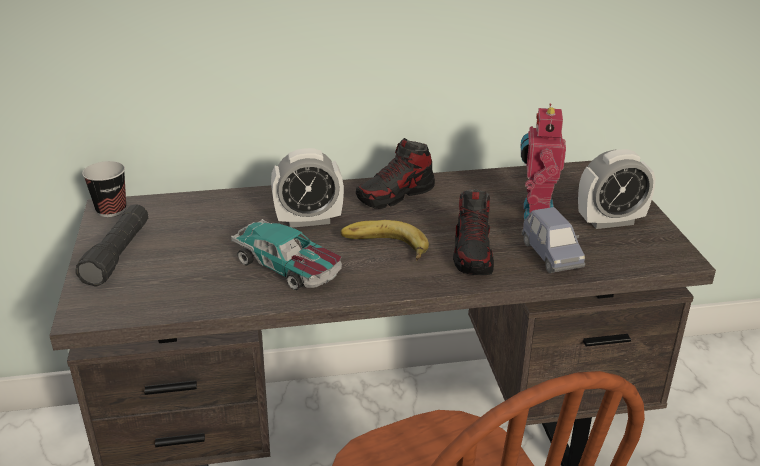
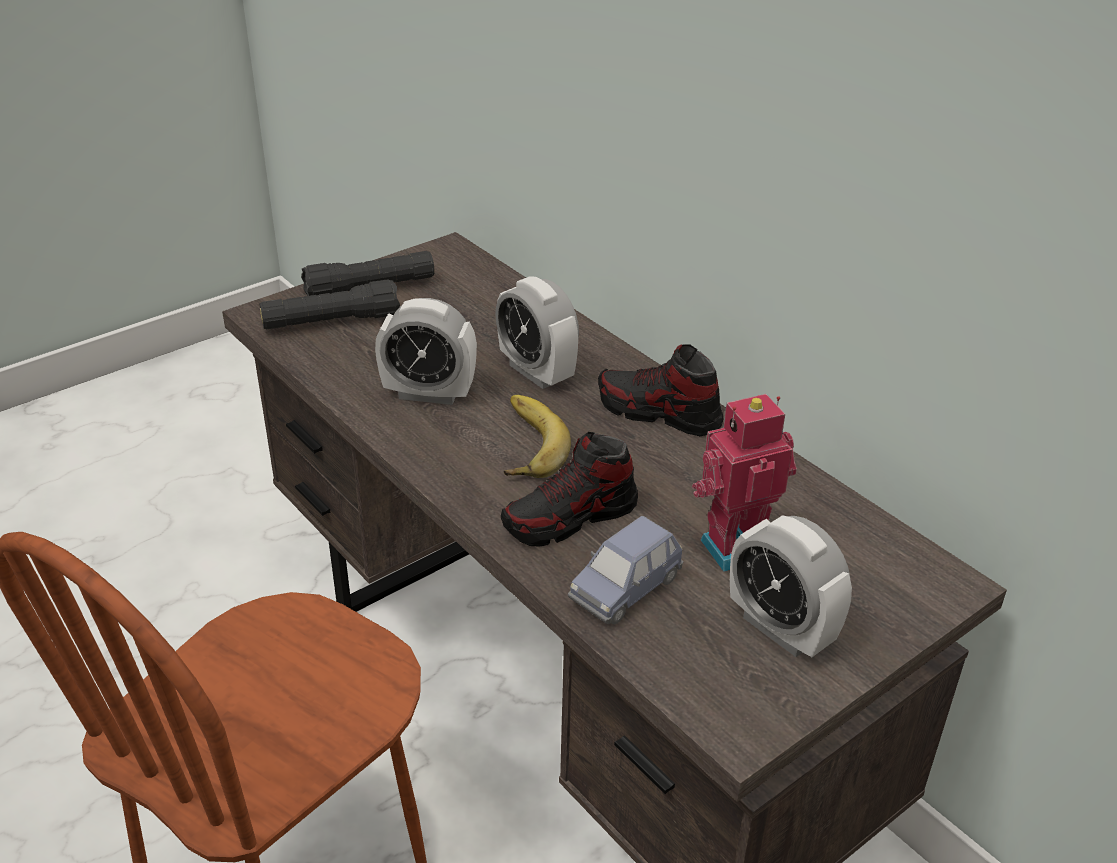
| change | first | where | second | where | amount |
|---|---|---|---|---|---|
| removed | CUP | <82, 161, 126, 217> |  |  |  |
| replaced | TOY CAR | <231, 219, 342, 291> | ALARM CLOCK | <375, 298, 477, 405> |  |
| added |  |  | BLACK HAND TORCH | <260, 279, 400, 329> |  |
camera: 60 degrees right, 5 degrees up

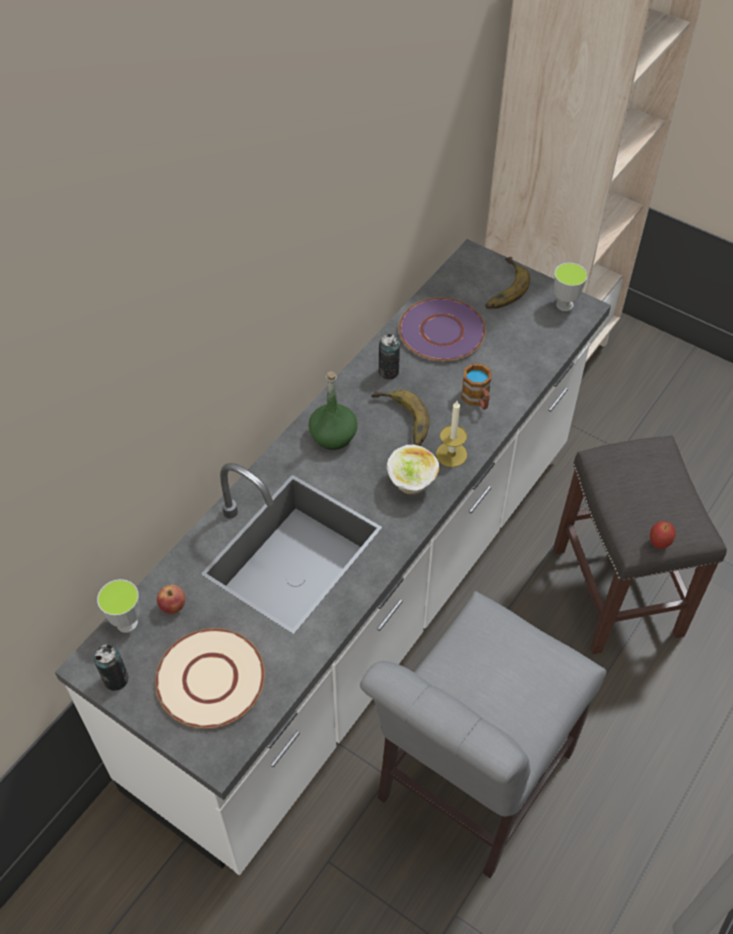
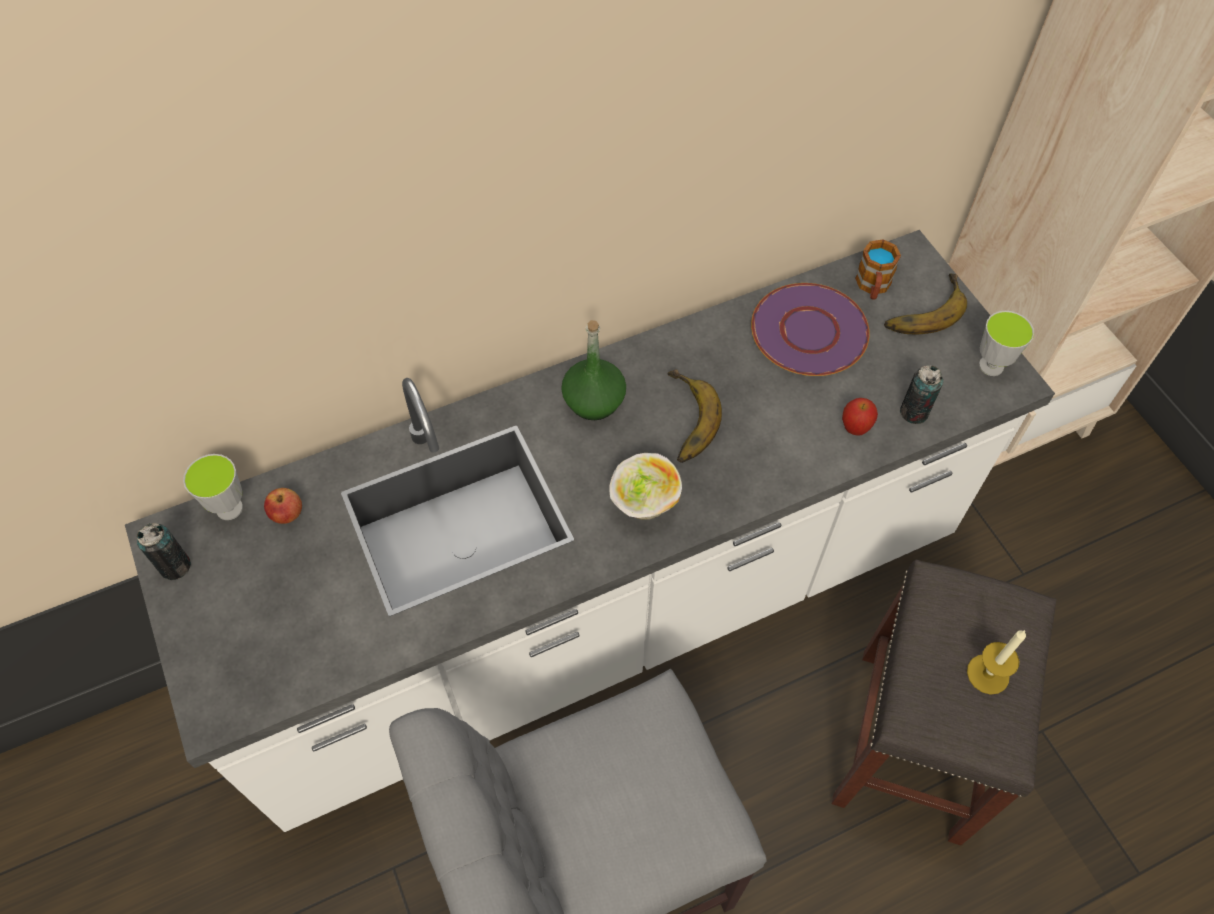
| change | first | where | second | where | amount |
|---|---|---|---|---|---|
| removed | SAND-COLOURED DINNER PLATE | <155, 628, 265, 728> |  |  |  |
| moved | METAL CAN | <379, 334, 400, 380> |  | <900, 365, 943, 424> |  |
| moved | WAX CANDLE | <436, 401, 467, 467> |  | <967, 630, 1026, 695> |  |
| moved | MUG | <462, 363, 491, 410> |  | <855, 239, 901, 300> |  |
| moved | APPLE FRUIT | <650, 521, 675, 549> |  | <842, 398, 878, 436> |  |
camera: 30 degrees right, 5 degrees up

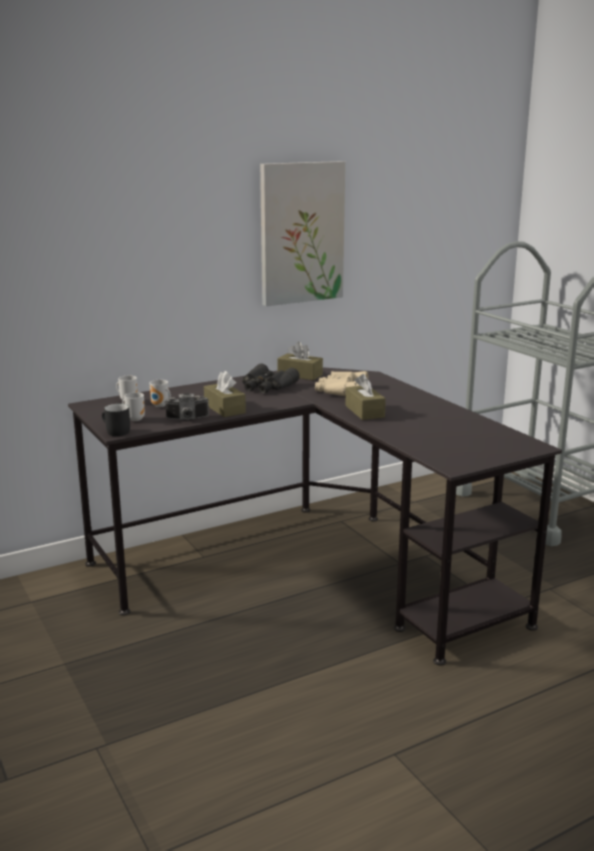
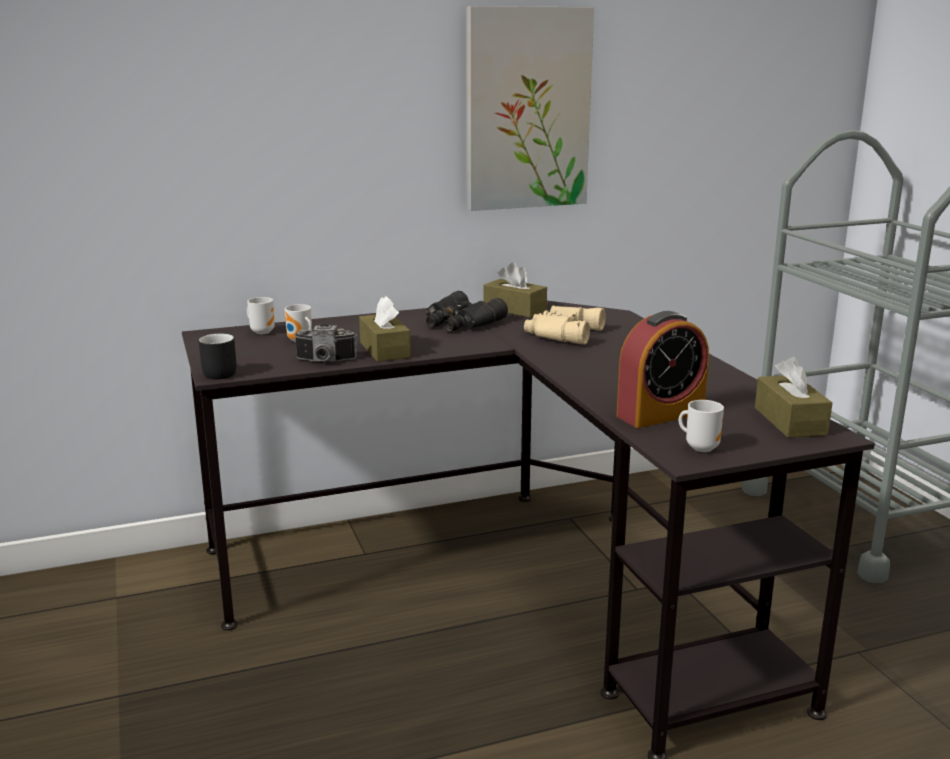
| change | first | where | second | where | amount |
|---|---|---|---|---|---|
| moved | MUG | <122, 392, 145, 421> |  | <679, 400, 724, 452> |  |
| moved | BROWN-COLOURED BOX OF TISSUES | <345, 374, 386, 420> |  | <755, 357, 832, 438> |  |
| added |  |  | ALARM CLOCK | <617, 311, 709, 428> |  |
camera: 10 degrees right, 0 degrees up

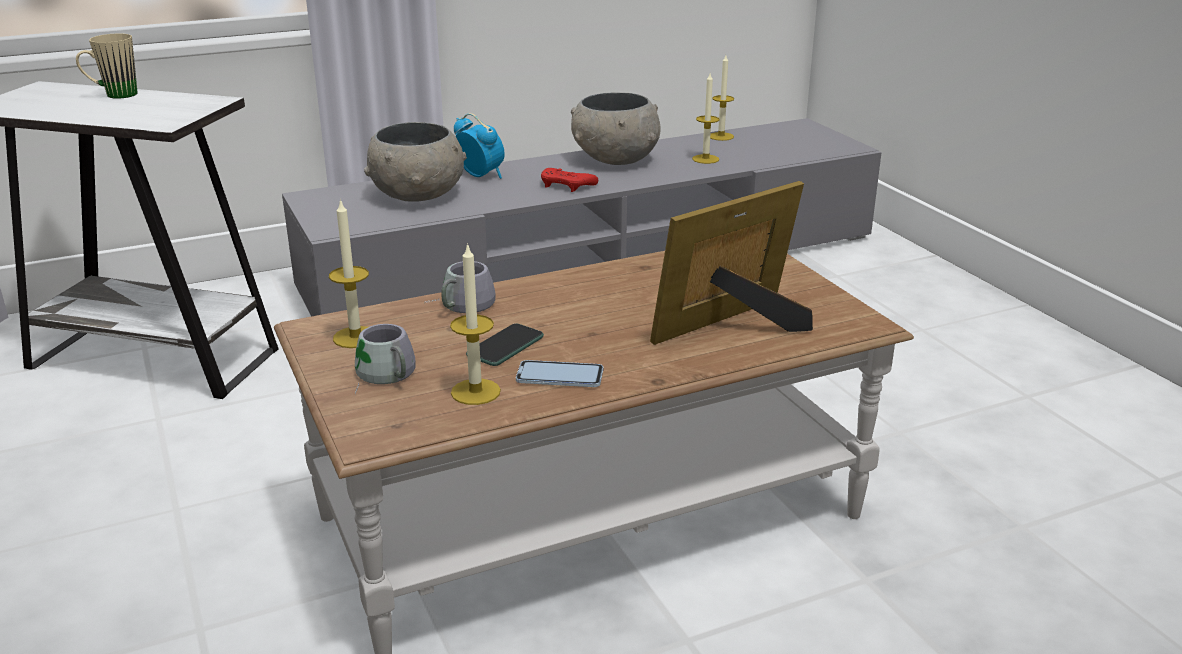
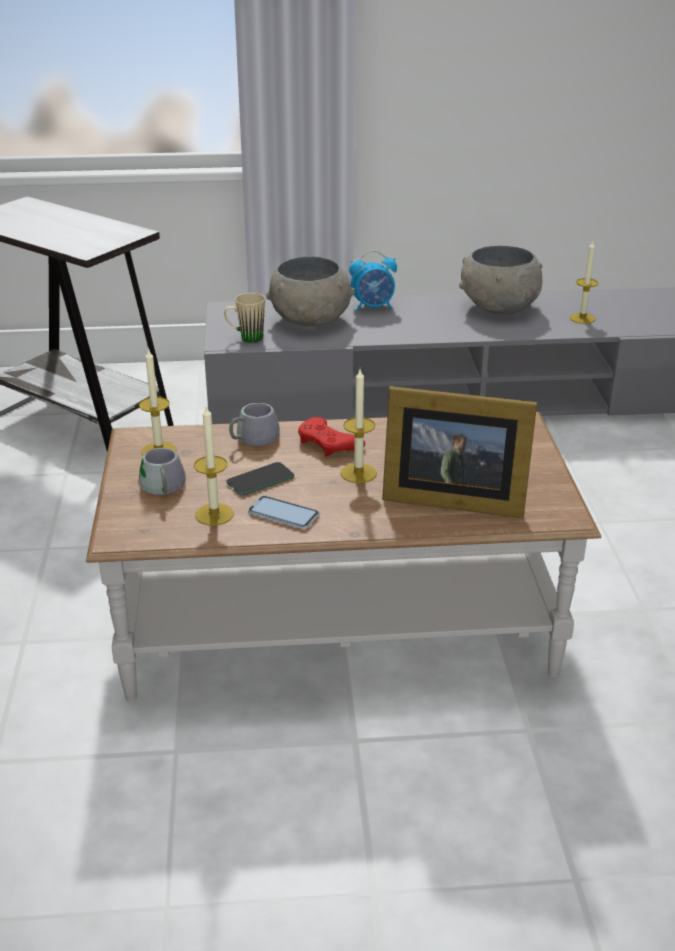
| change | first | where | second | where | amount |
|---|---|---|---|---|---|
| moved | SAND-COLOURED MUG | <76, 34, 138, 99> |  | <224, 293, 265, 342> |  |
| turned | ALARM CLOCK | <454, 113, 505, 179> |  | <349, 250, 397, 312> | 105 degrees clockwise |
| moved | RED GAME CONTROLLER | <541, 168, 598, 192> |  | <298, 417, 365, 457> |  |
| turned | PICTURE FRAME | <650, 181, 813, 345> |  | <382, 386, 537, 518> | 150 degrees counterclockwise |
| moved | WAX CANDLE | <710, 55, 734, 141> |  | <341, 369, 377, 483> |  |
camera: 20 degrees right, 5 degrees up

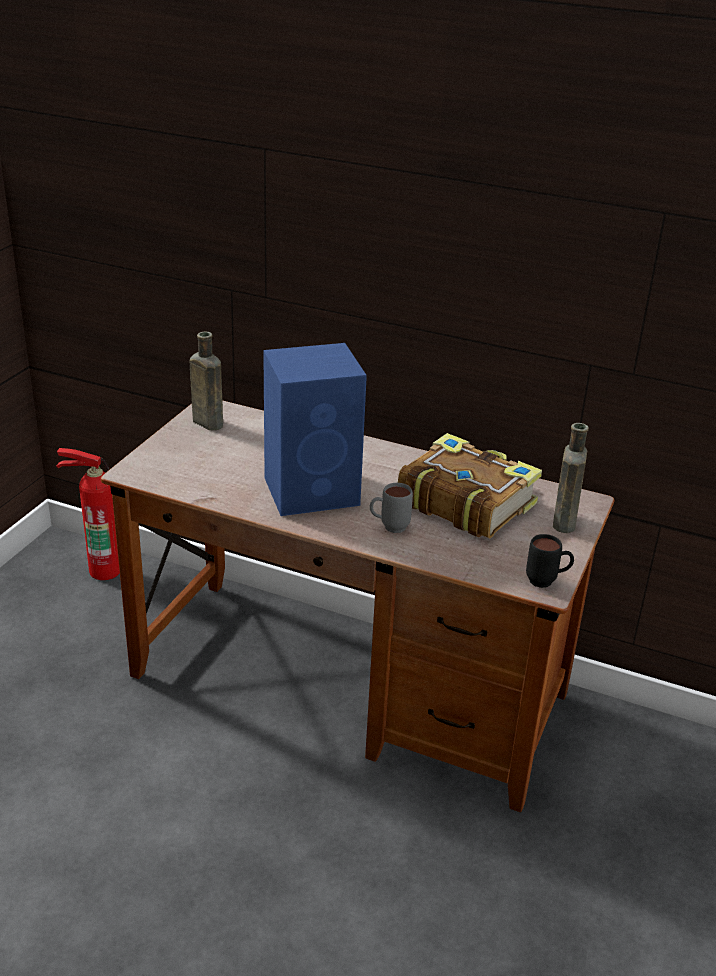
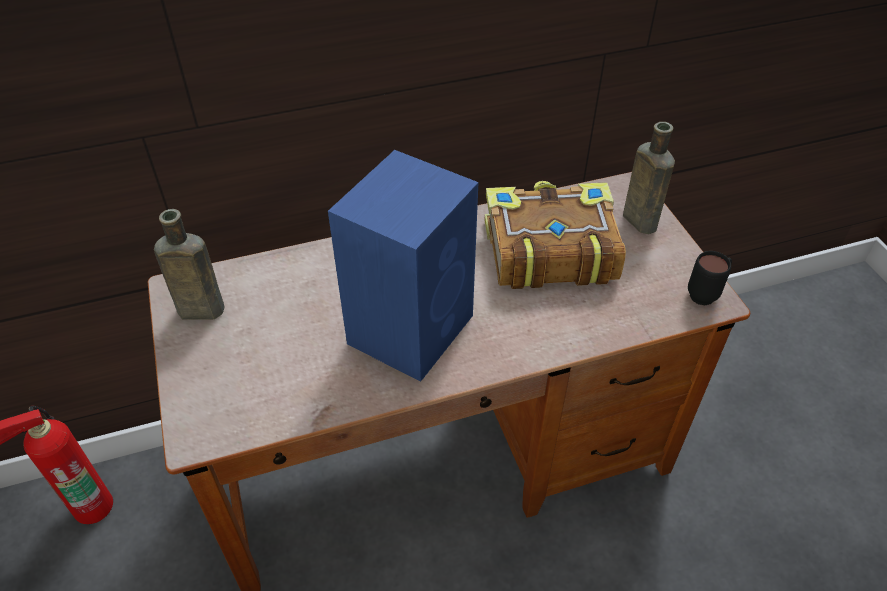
| change | first | where | second | where | amount |
|---|---|---|---|---|---|
| removed | GRAY MUG | <370, 483, 413, 533> |  |  |  |
camera: 40 degrees left, 15 degrees up

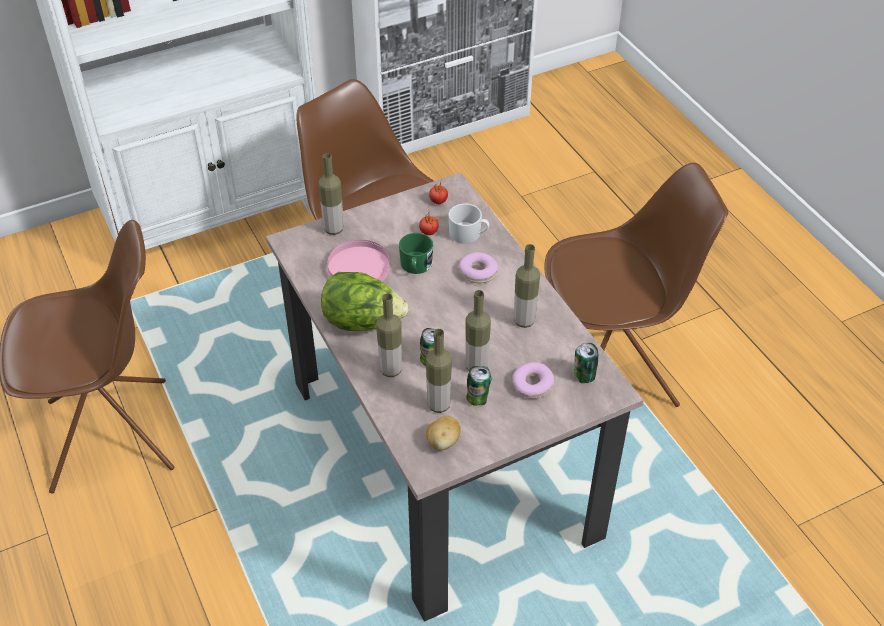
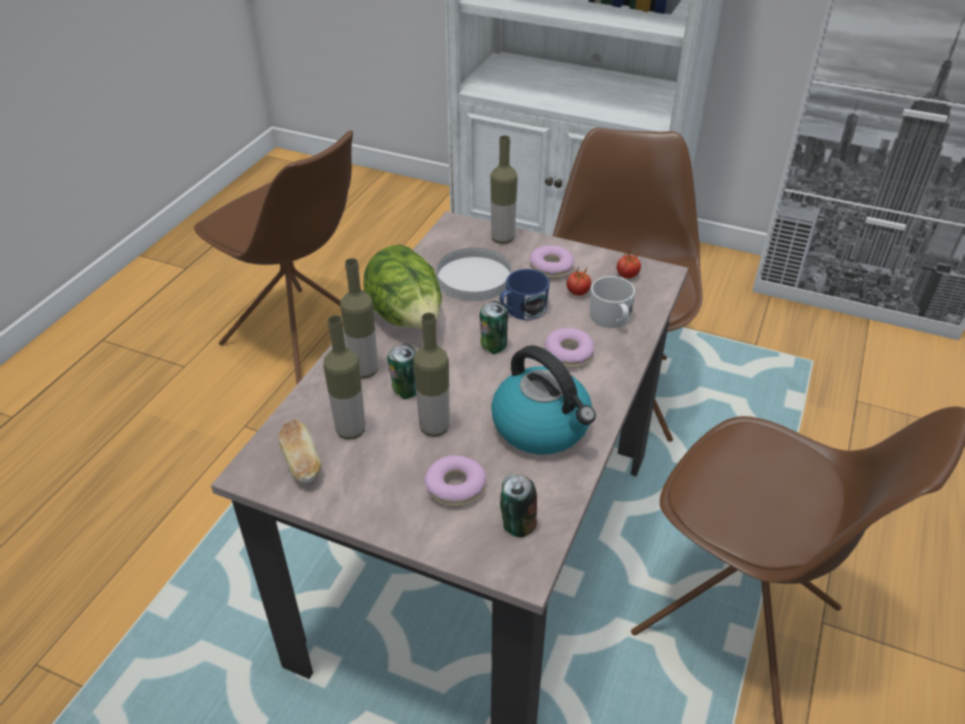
| change | first | where | second | where | amount |
|---|---|---|---|---|---|
| recoloured | PINK-COLOURED DINNER PLATE | <327, 240, 390, 281> | WHITE DINNER PLATE | <437, 248, 512, 301> |  |
| recoloured | GREENISH MUG | <399, 233, 433, 274> | BLUE-COLOURED MUG | <499, 269, 550, 320> |  |
| replaced | SPUD | <426, 416, 460, 451> | BAKED BREAD | <279, 420, 321, 483> |  |
| moved | METAL CAN | <466, 366, 492, 406> |  | <480, 301, 508, 354> |  |
| replaced | BEVERAGE BOTTLE | <514, 244, 540, 328> | KETTLE | <491, 345, 596, 455> |  |
| added |  |  | DOUGHNUT | <530, 246, 574, 279> |  |
camera: 50 degrees right, 5 degrees down

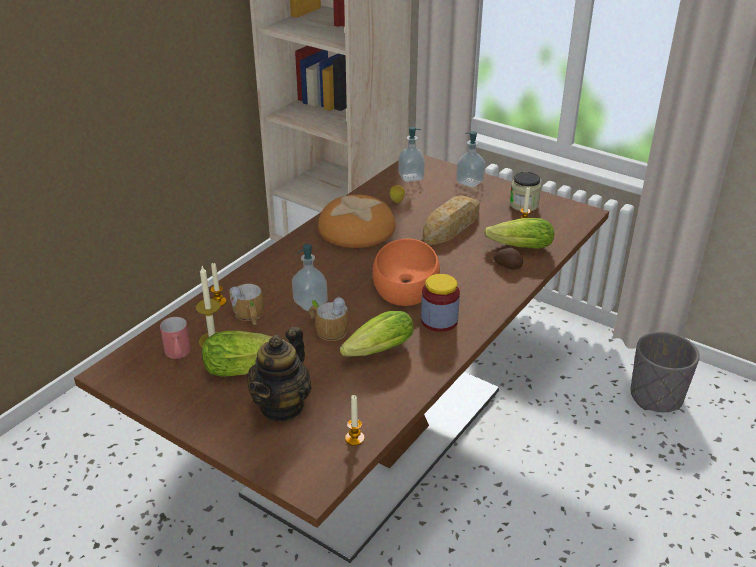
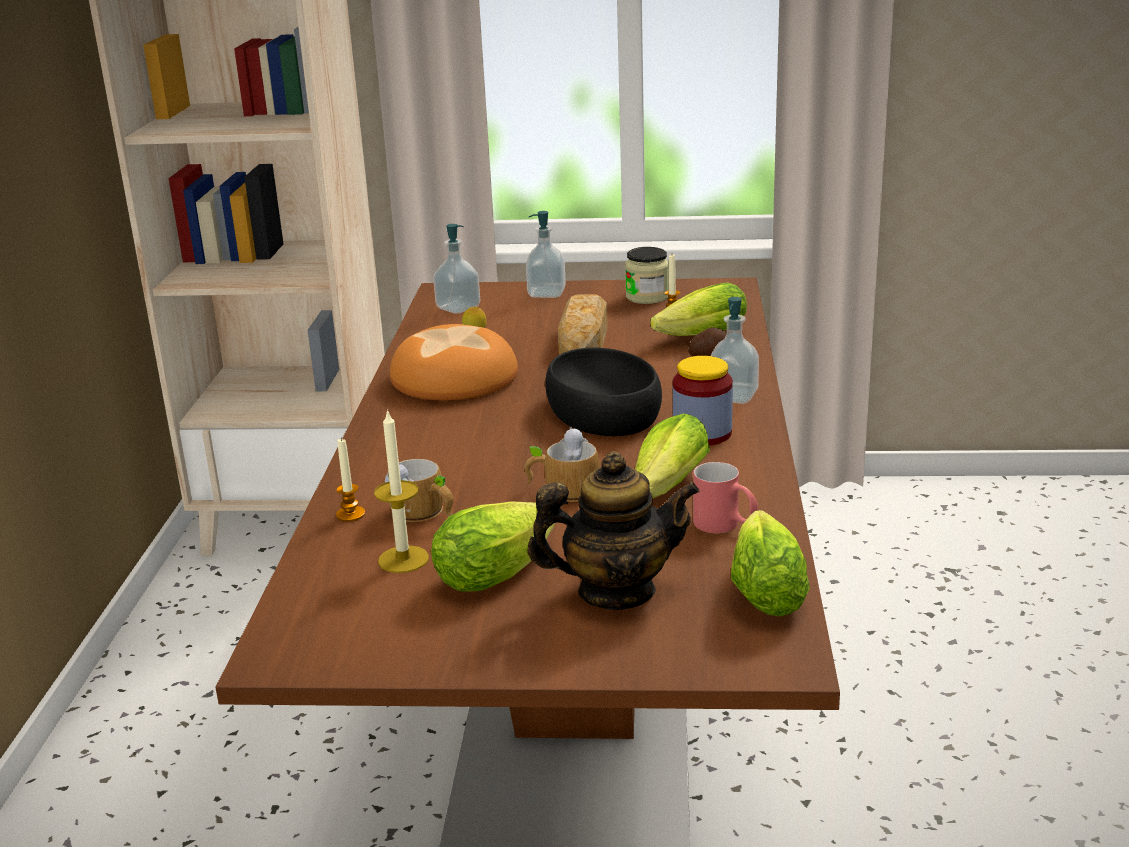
| change | first | where | second | where | amount |
|---|---|---|---|---|---|
| moved | RED MUG | <160, 317, 191, 359> |  | <693, 462, 758, 533> |  |
| turned | POT FOR TEA | <247, 326, 312, 422> |  | <527, 451, 700, 610> | 90 degrees counterclockwise |
| moved | SOAP BOTTLE | <292, 244, 328, 311> |  | <711, 297, 759, 404> |  |
| replaced | WAX CANDLE | <345, 395, 365, 446> | LETTUCE | <731, 510, 810, 616> |  |
| recoloured | ORANGE BOWL | <372, 239, 440, 306> | BLACK BOWL | <545, 348, 662, 436> |  |
| removed | GRAY PLANTER | <630, 332, 700, 412> |  |  |  |
camera: 30 degrees left, 10 degrees down

